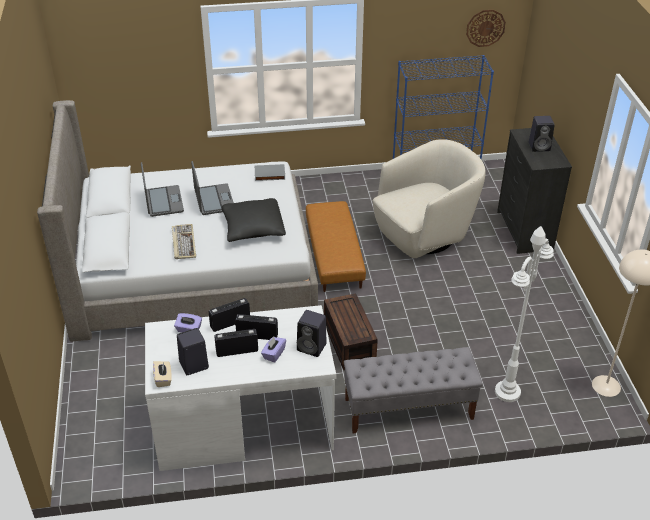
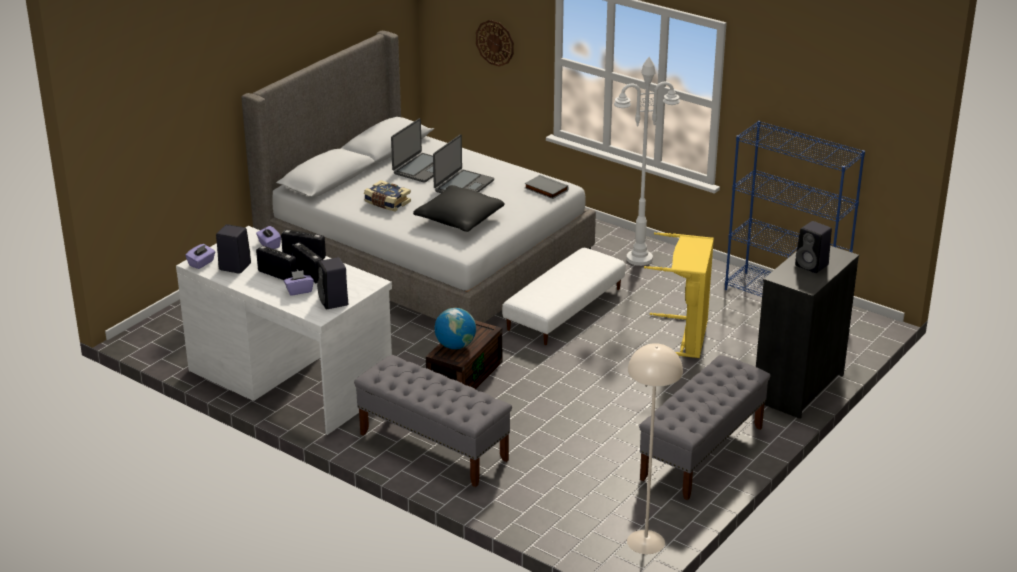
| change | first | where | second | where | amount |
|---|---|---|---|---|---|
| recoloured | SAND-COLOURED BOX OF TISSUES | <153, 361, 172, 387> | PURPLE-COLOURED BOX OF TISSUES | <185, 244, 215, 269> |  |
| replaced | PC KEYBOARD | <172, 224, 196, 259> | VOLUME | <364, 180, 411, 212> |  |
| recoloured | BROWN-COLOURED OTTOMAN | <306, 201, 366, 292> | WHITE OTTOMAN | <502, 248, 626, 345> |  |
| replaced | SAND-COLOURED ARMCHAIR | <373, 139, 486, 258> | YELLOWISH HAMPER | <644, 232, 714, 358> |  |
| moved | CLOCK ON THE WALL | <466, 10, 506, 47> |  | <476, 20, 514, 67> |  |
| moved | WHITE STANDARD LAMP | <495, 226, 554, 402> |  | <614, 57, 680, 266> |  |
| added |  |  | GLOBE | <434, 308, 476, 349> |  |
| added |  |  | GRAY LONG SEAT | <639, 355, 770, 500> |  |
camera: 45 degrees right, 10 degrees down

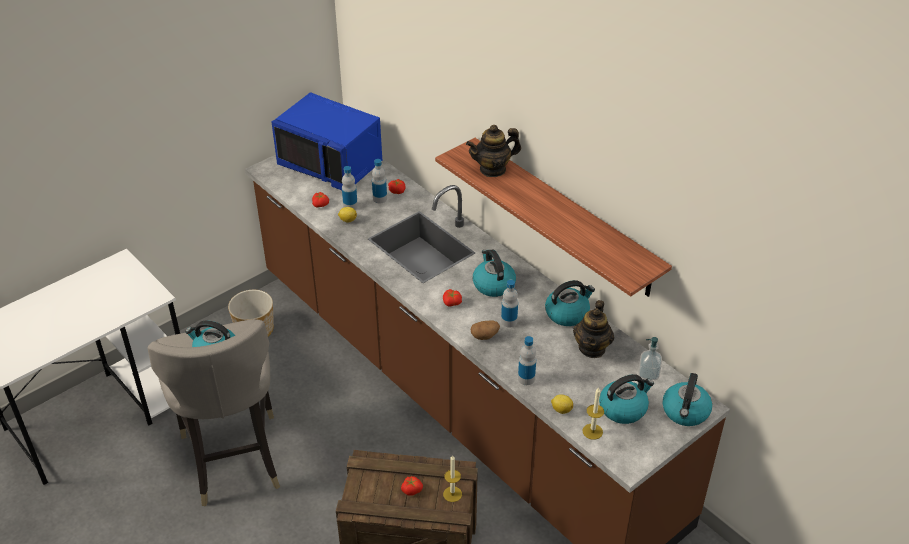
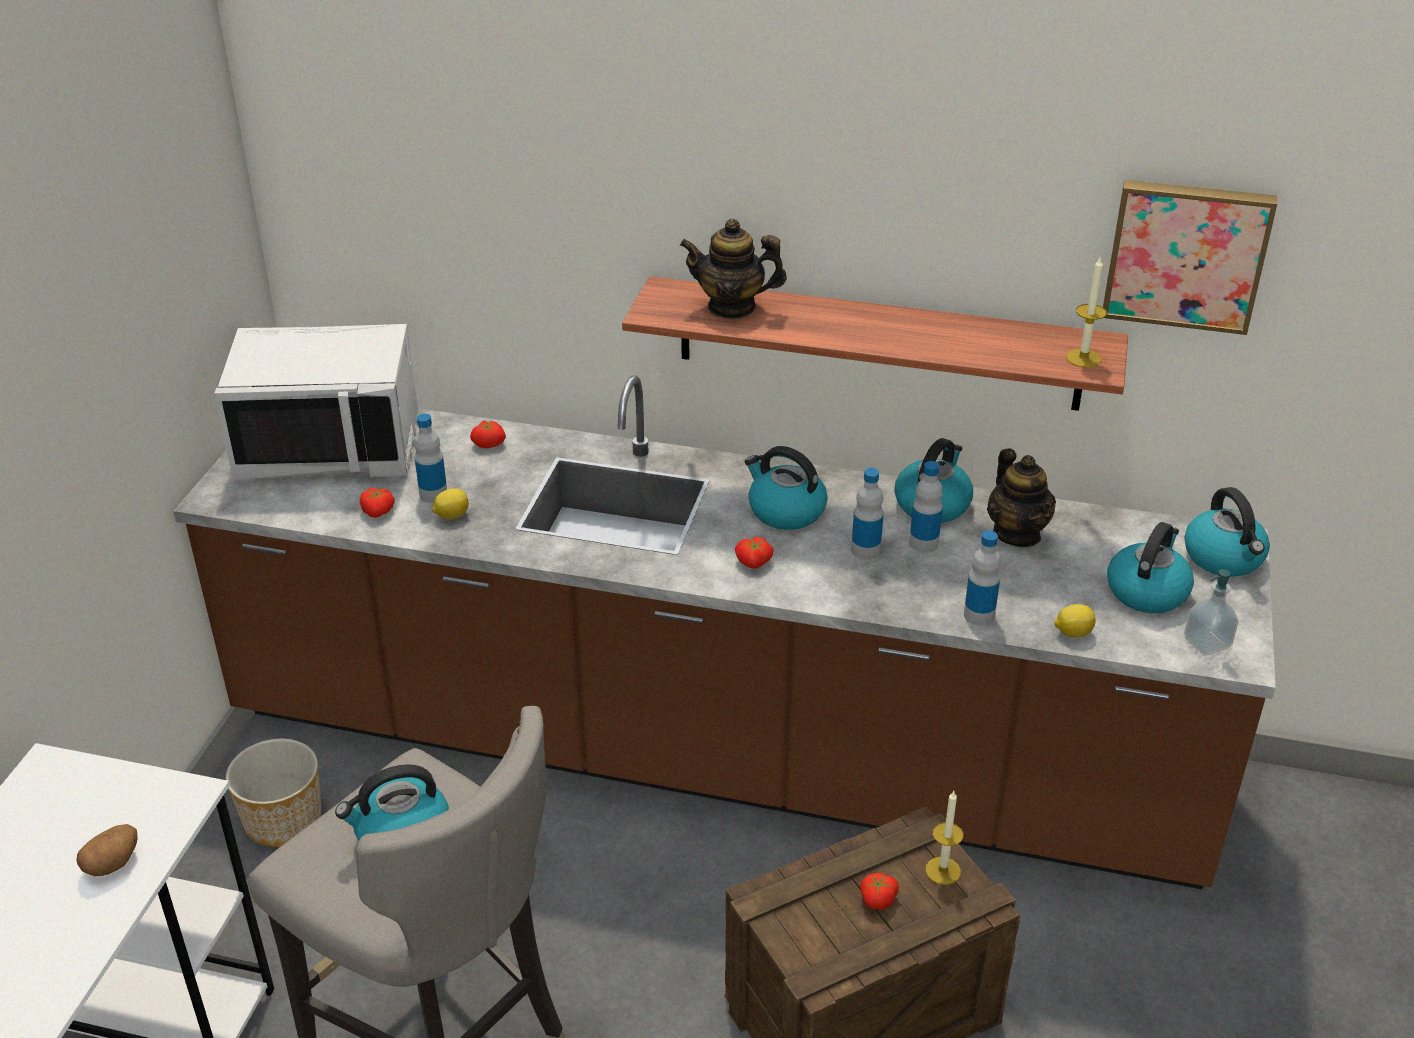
| change | first | where | second | where | amount |
|---|---|---|---|---|---|
| recoloured | BLUE-COLOURED MICROWAVE OVEN | <271, 92, 382, 190> | WHITE MICROWAVE OVEN | <214, 324, 418, 480> |  |
| moved | BEVERAGE BOTTLE | <372, 159, 387, 204> |  | <909, 461, 943, 553> |  |
| turned | POT FOR TEA | <466, 125, 521, 177> |  | <680, 218, 787, 319> | 60 degrees clockwise |
| moved | SPUD | <471, 320, 500, 340> |  | <76, 824, 138, 876> |  |
| moved | WAX CANDLE | <583, 387, 604, 440> |  | <1066, 258, 1107, 368> |  |
| moved | SOAP BOTTLE | <638, 337, 662, 380> |  | <1184, 569, 1238, 655> |  |
| added |  |  | WALL PICTURE | <1103, 180, 1278, 335> |  |
camera: 35 degrees left, 5 degrees down

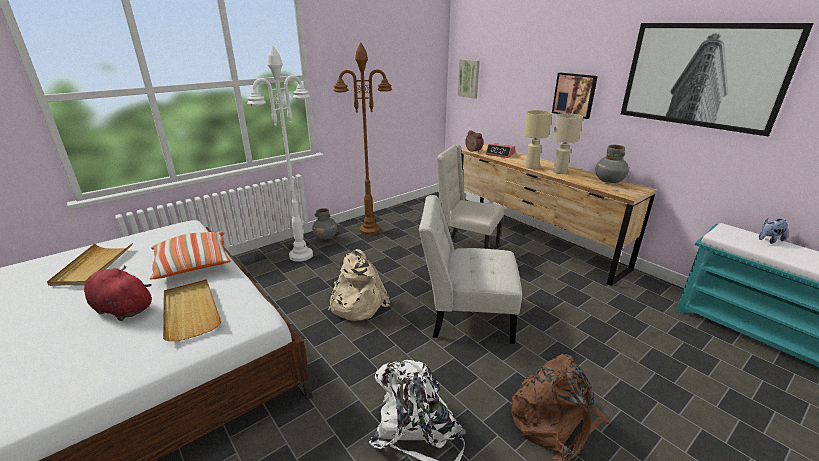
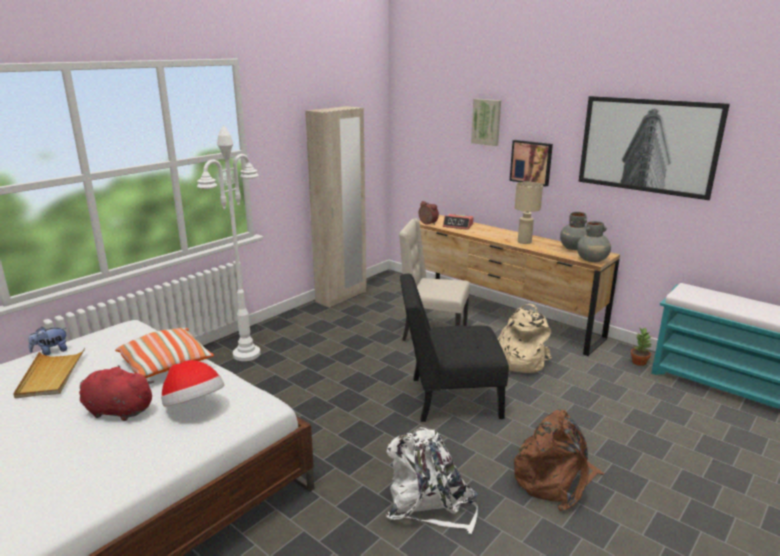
| change | first | where | second | where | amount |
|---|---|---|---|---|---|
| replaced | SAND-COLOURED CARRYING TRAY | <163, 279, 221, 341> | CLOTHING HAT | <161, 360, 224, 406> |  |
| moved | GRAY DECORATIVE VASE | <312, 208, 338, 240> |  | <577, 221, 611, 262> |  |
| moved | SAND-COLOURED KNAPSACK | <328, 249, 390, 321> |  | <497, 304, 552, 373> |  |
| removed | BROWN-COLOURED STANDARD LAMP | <334, 43, 392, 235> |  |  |  |
| recoloured | WHITE PLAIN CHAIR | <419, 195, 522, 344> | BLACK PLAIN CHAIR | <400, 274, 509, 422> |  |
| moved | WALL PICTURE | <458, 59, 480, 99> |  | <471, 99, 501, 146> |  |
| removed | SAND-COLOURED TABLE LAMP | <524, 110, 552, 169> |  |  |  |
| moved | CUDDLY TOY | <759, 217, 788, 244> |  | <28, 327, 67, 356> |  |
| added |  |  | SAND-COLOURED ARMOIRE | <305, 106, 367, 307> |  |
| added |  |  | PLANT IN A POT | <631, 328, 652, 366> |  |
camera: 10 degrees left, 5 degrees down

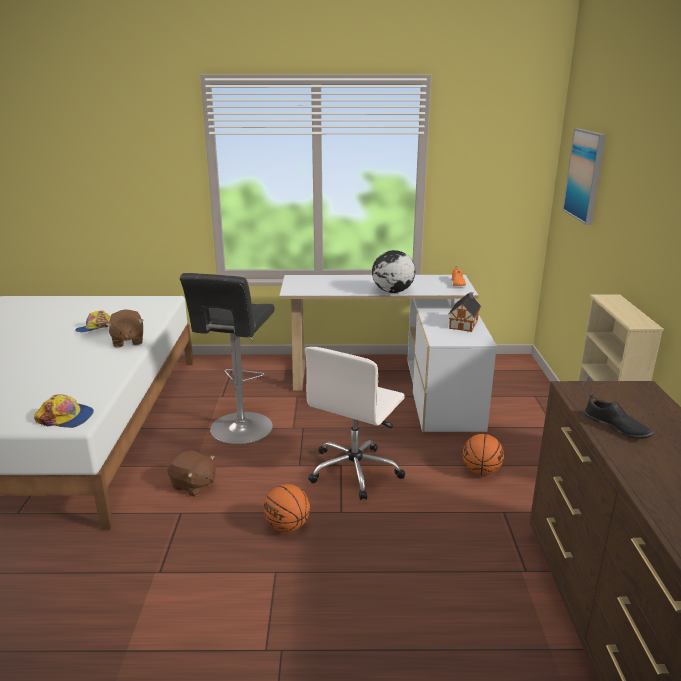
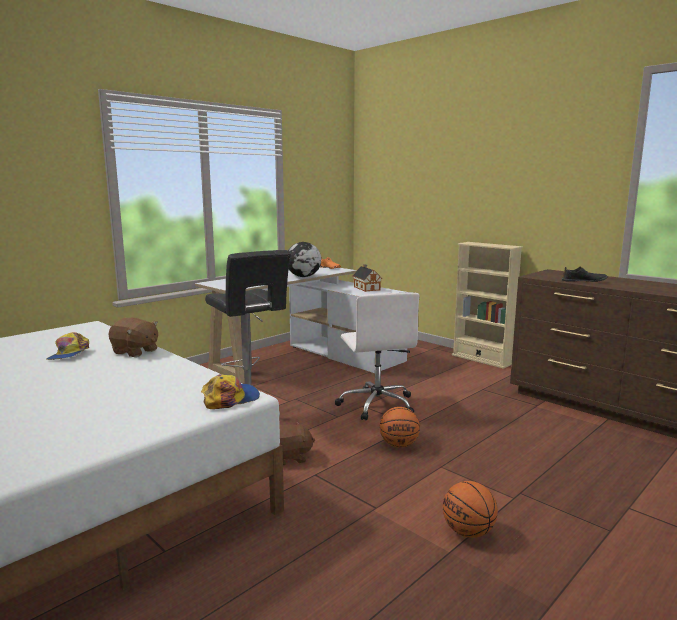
| change | first | where | second | where | amount |
|---|---|---|---|---|---|
| moved | BASKETBALL BALL | <463, 434, 504, 475> |  | <443, 481, 498, 538> |  |
| removed | WALL PICTURE | <563, 129, 606, 225> |  |  |  |
camera: 45 degrees left, 10 degrees down

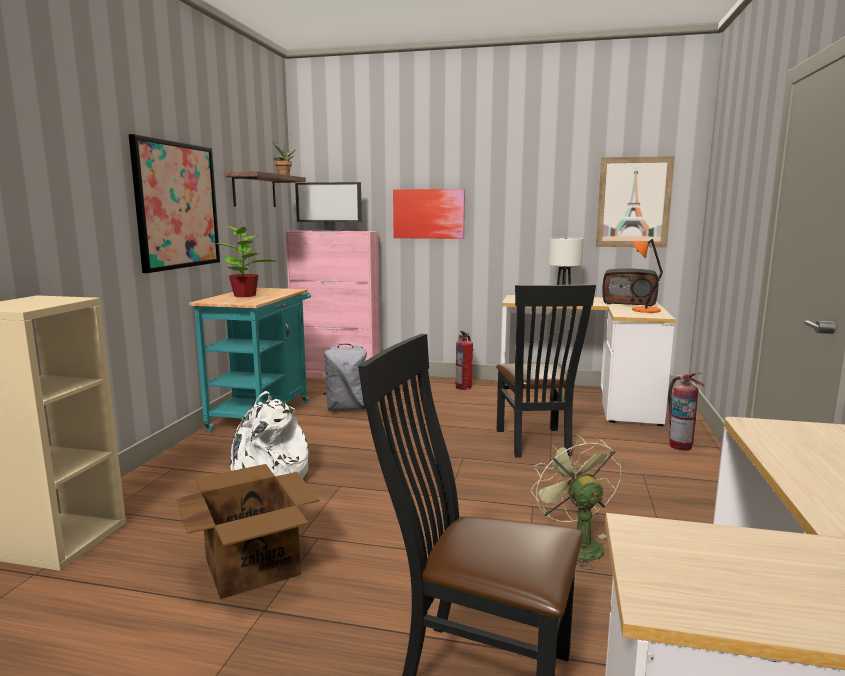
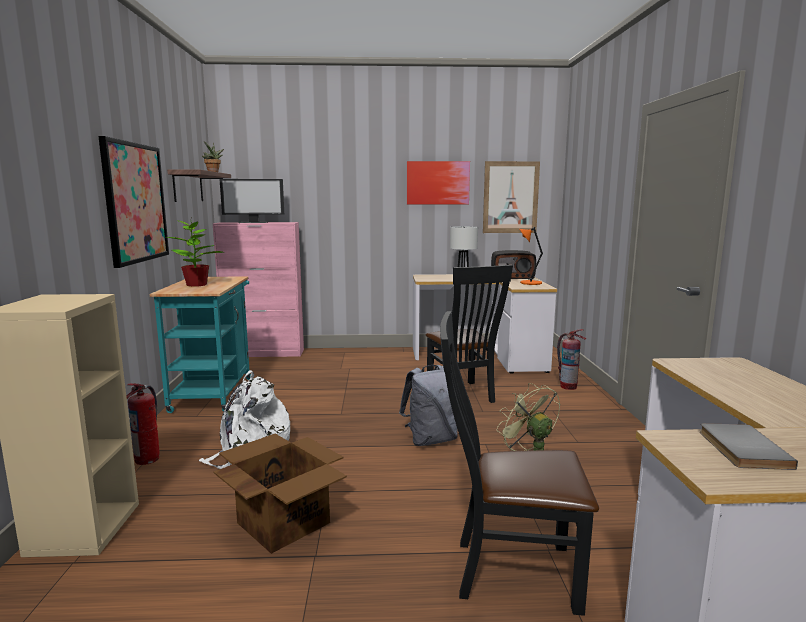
| change | first | where | second | where | amount |
|---|---|---|---|---|---|
| moved | GRAY KNAPSACK | <323, 343, 367, 411> |  | <399, 365, 458, 446> |  |
| moved | WALL PICTURE | <393, 189, 465, 239> |  | <407, 161, 470, 204> |  |
| moved | FIRE EXTINGUISHER | <455, 331, 474, 390> |  | <126, 383, 160, 465> |  |
| added |  |  | GRAY VOLUME | <700, 423, 798, 470> |  |
camera: 15 degrees left, 0 degrees up

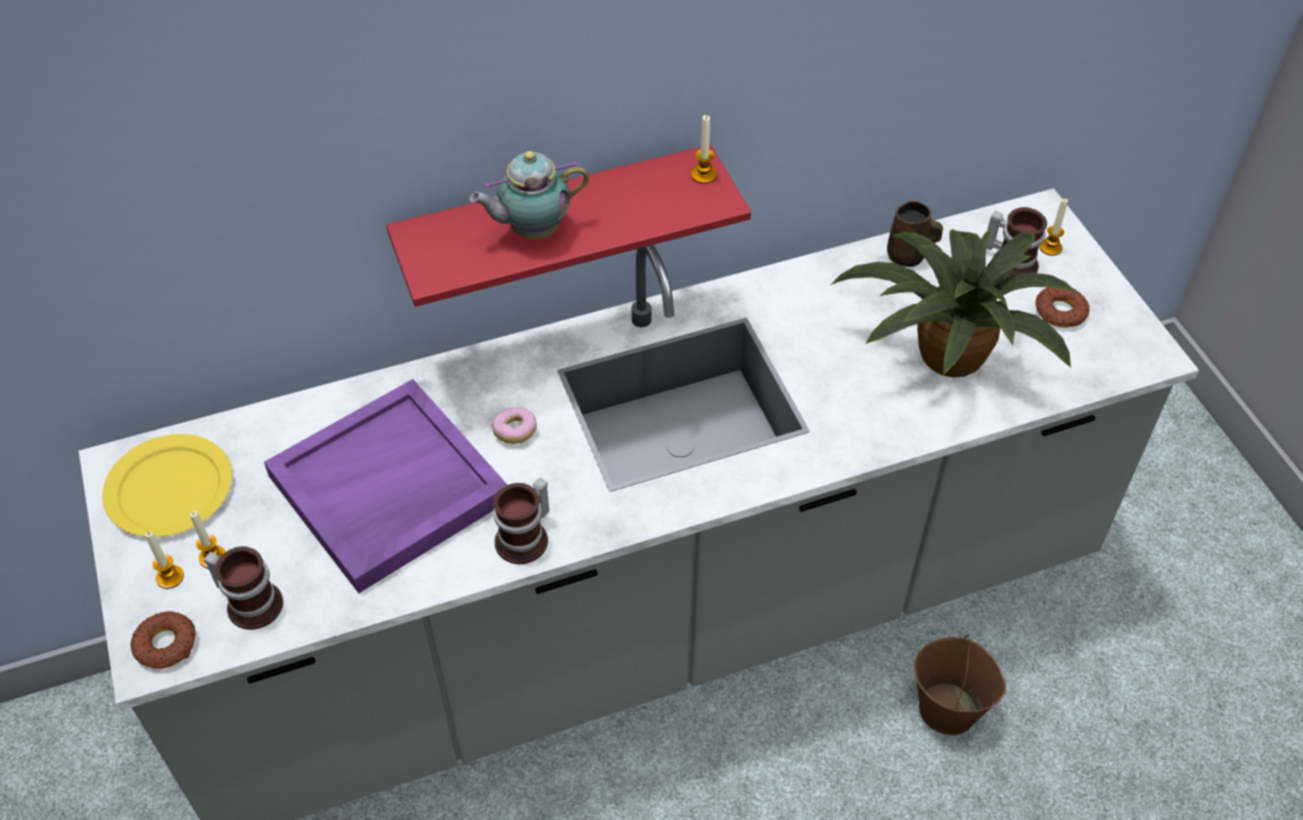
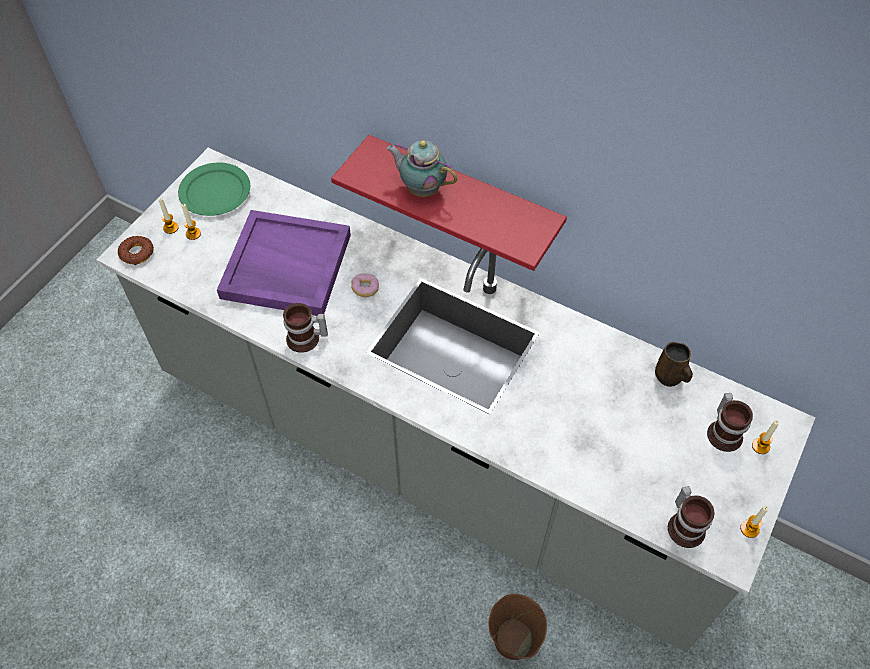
| change | first | where | second | where | amount |
|---|---|---|---|---|---|
| recoloured | YELLOWISH DINNER PLATE | <102, 434, 232, 537> | GREENISH DINNER PLATE | <178, 163, 250, 216> |  |
| moved | MUG | <203, 546, 283, 630> |  | <668, 486, 714, 548> |  |
| moved | WAX CANDLE | <691, 115, 717, 184> |  | <740, 505, 769, 538> |  |
| removed | PLANT IN A POT | <831, 227, 1077, 378> |  |  |  |
| removed | DOUGHNUT | <1035, 287, 1090, 328> |  |  |  |
camera: 50 degrees right, 5 degrees up

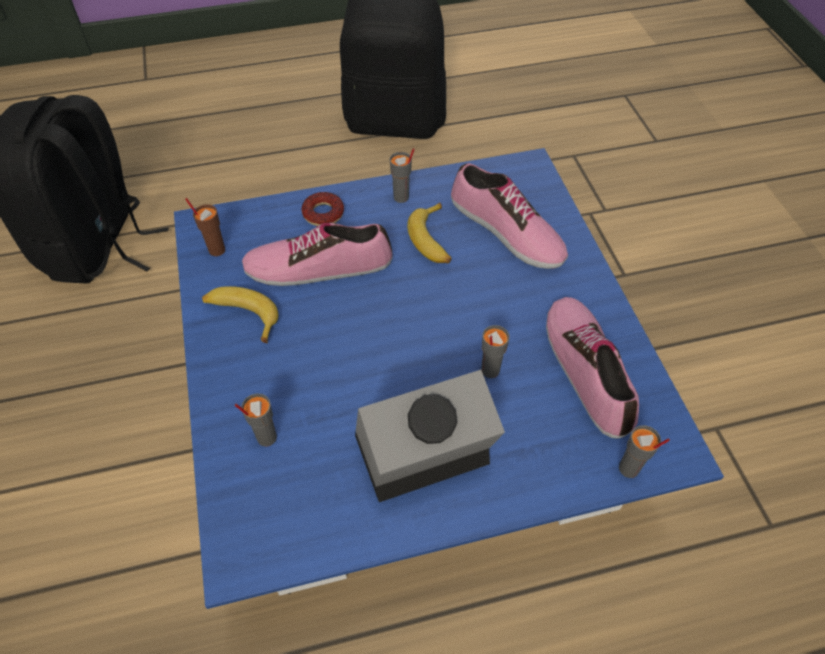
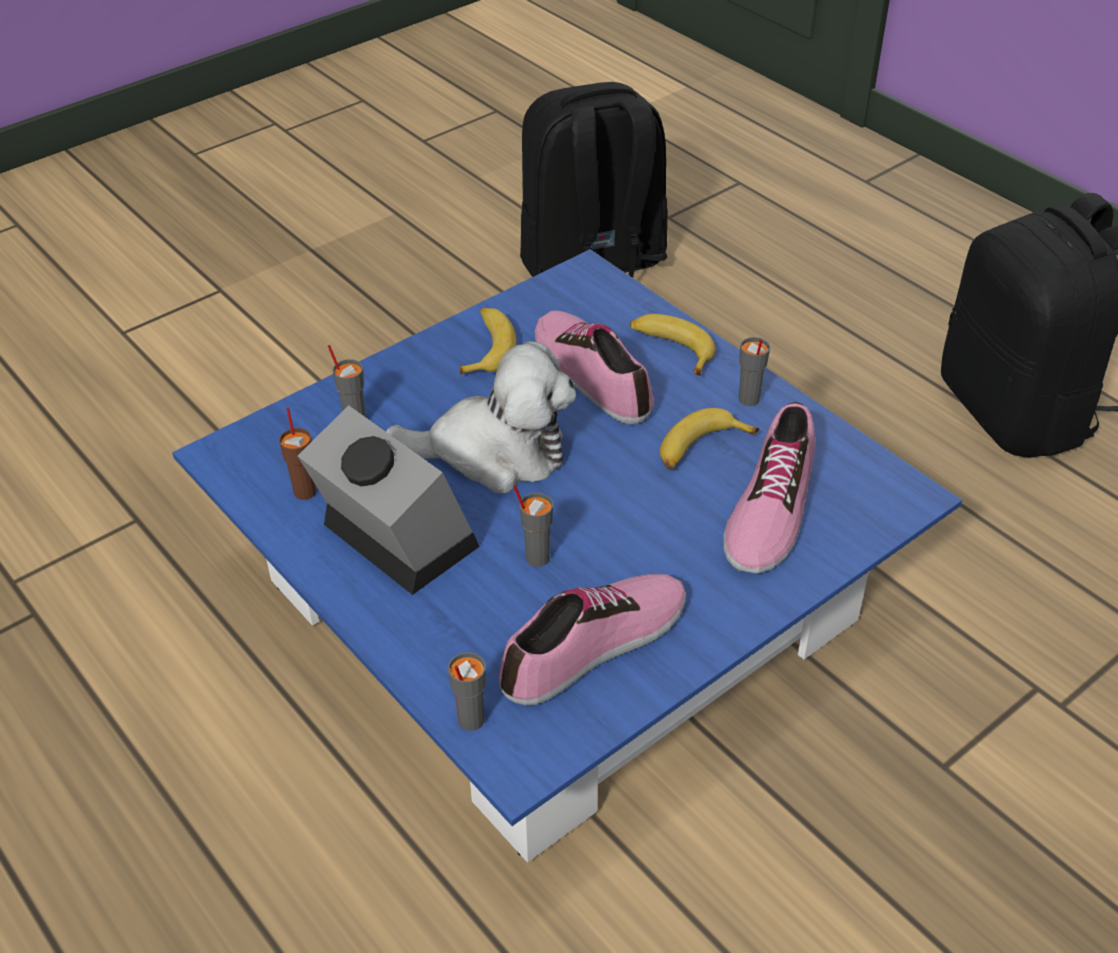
| change | first | where | second | where | amount |
|---|---|---|---|---|---|
| moved | BROWN-COLOURED CUP | <185, 198, 225, 256> |  | <279, 407, 316, 500> |  |
| replaced | DOUGHNUT | <302, 192, 344, 226> | WHOLE BANANA | <630, 314, 715, 376> |  |
| added |  |  | CUDDLY TOY | <386, 341, 576, 493> |  |
camera: 65 degrees right, 10 degrees down

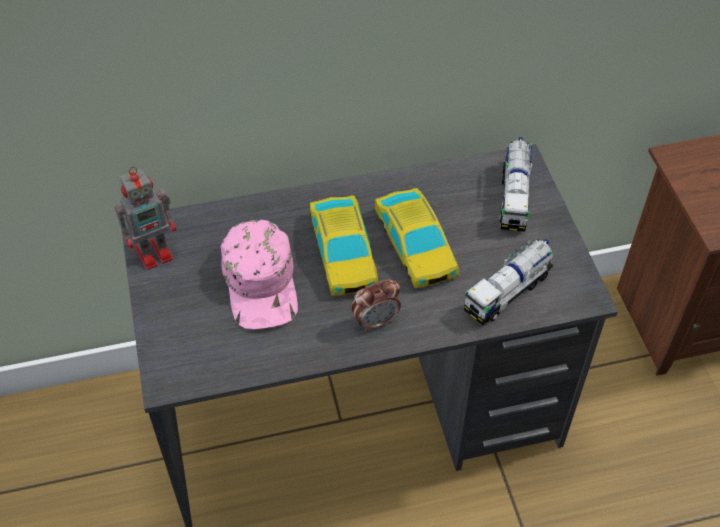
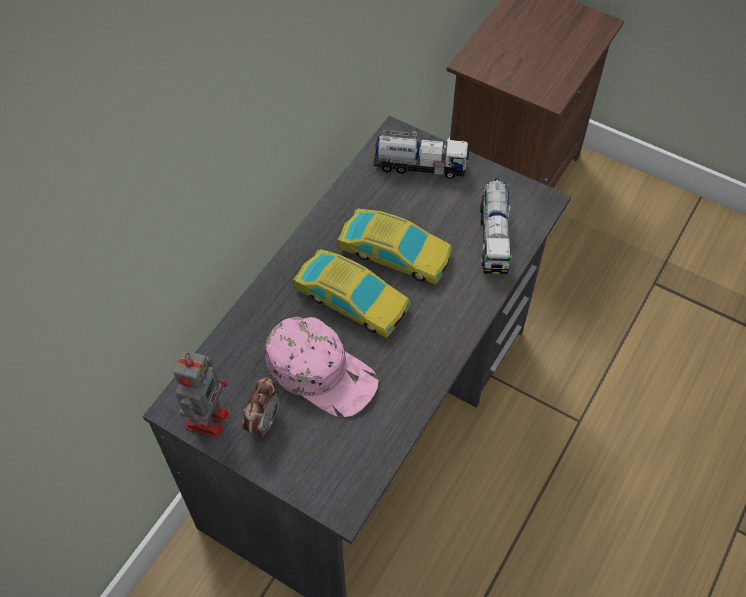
| change | first | where | second | where | amount |
|---|---|---|---|---|---|
| moved | ALARM CLOCK | <351, 280, 401, 332> |  | <242, 377, 279, 437> |  |
| turned | TOY TRUCK | <499, 137, 532, 232> |  | <373, 130, 470, 179> | 45 degrees counterclockwise |
camera: 45 degrees left, 5 degrees up

